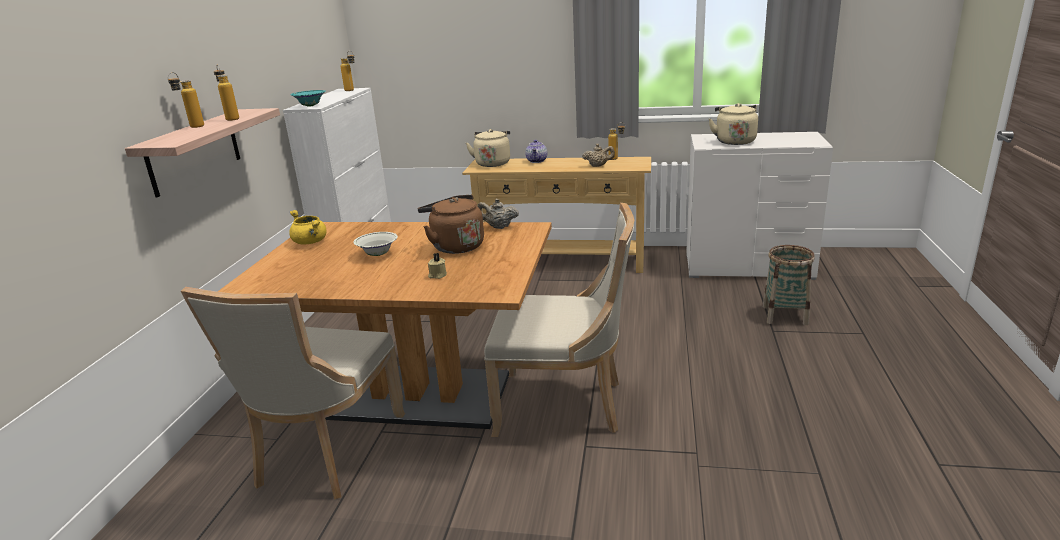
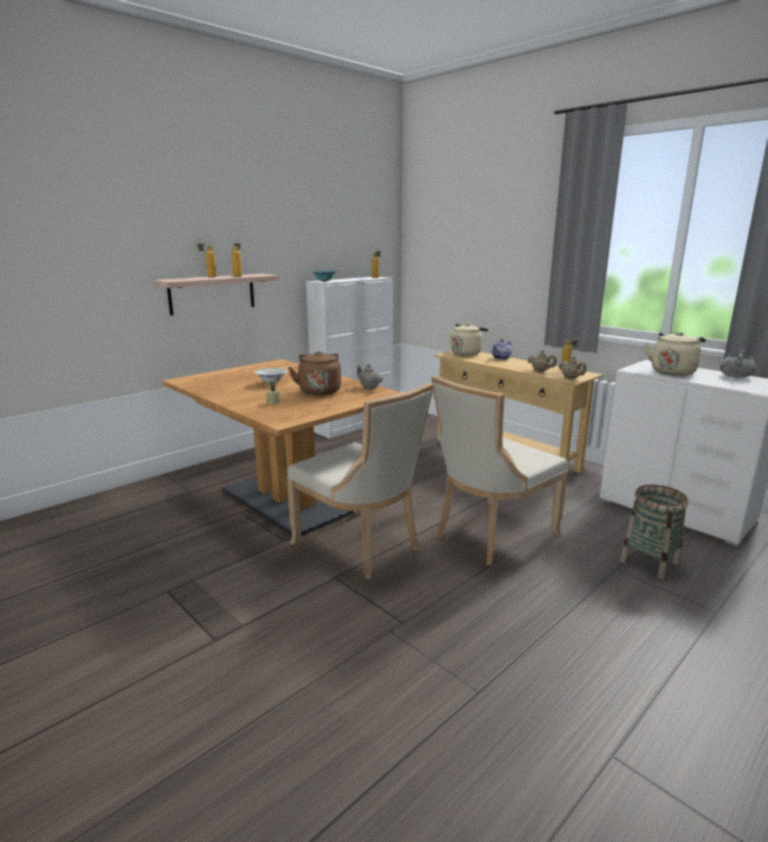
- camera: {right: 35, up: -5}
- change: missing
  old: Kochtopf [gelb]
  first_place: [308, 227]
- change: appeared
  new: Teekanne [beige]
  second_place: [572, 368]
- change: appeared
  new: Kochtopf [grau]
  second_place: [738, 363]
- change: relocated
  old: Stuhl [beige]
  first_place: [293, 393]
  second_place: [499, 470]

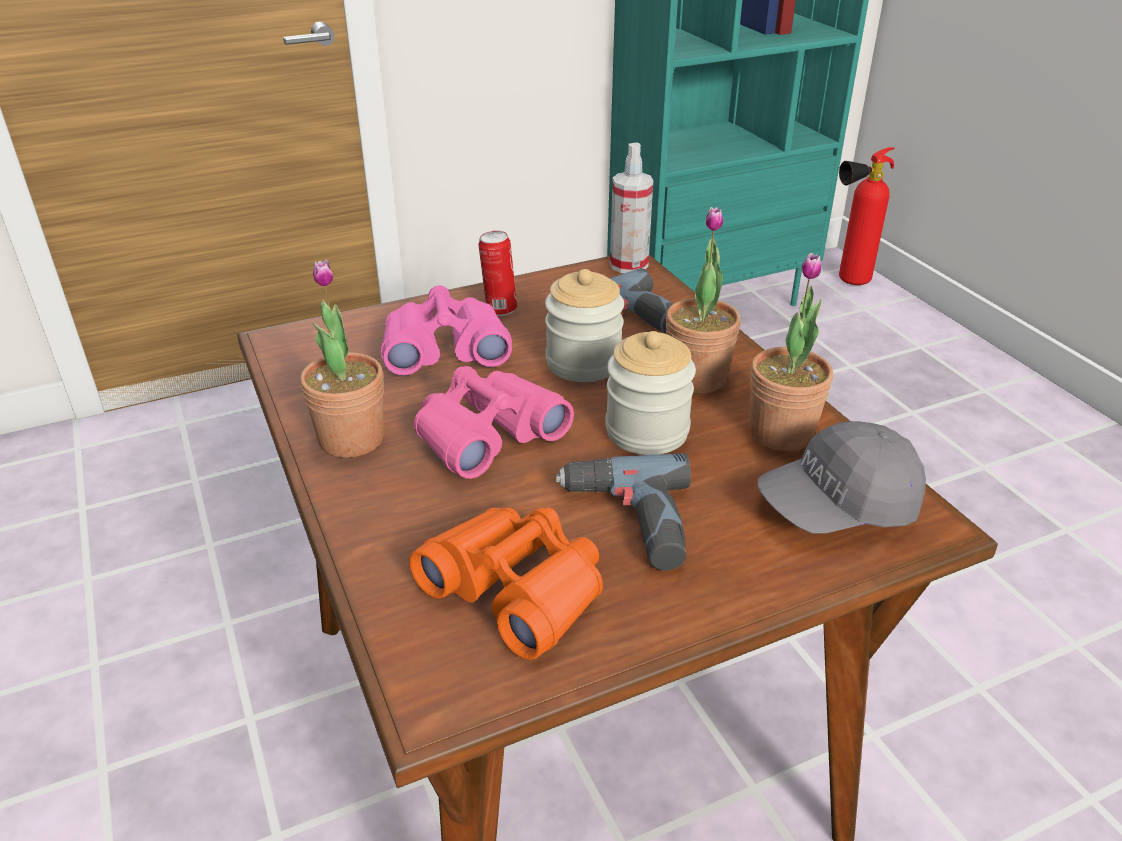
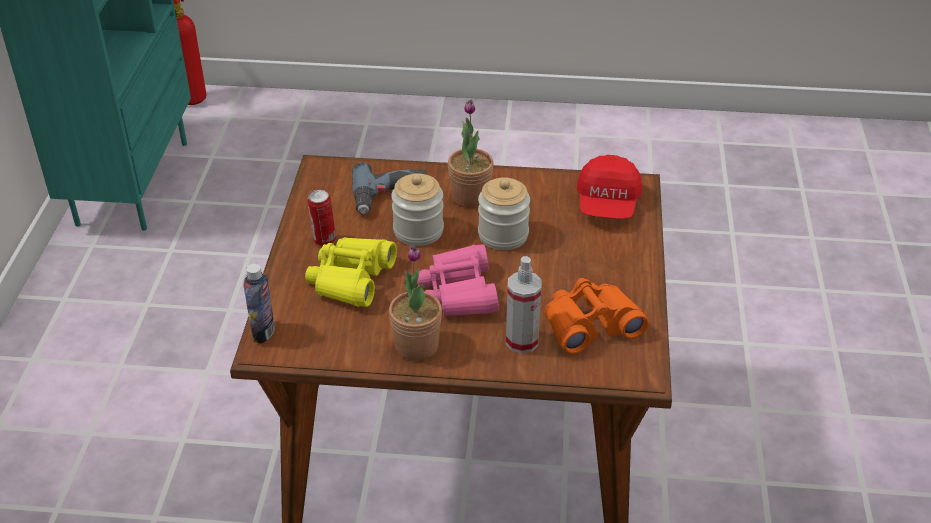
- camera: {right: -60, up: 5}
- change: missing
  old: Bohrmaschine
  first_place: [623, 512]
- change: missing
  old: Topfpflanze
  first_place: [791, 352]
- change: appeared
  new: Flasche
  second_place: [259, 304]
- change: relocated
  old: Sprühflasche
  first_place: [631, 207]
  second_place: [524, 305]
- change: colour
  old: Fernglas [rosa]
  new: Fernglas [gelb]
  first_place: [446, 330]
  second_place: [351, 272]
- change: colour
  old: Kappe [grau]
  new: Kappe [rot]
  first_place: [841, 477]
  second_place: [609, 187]

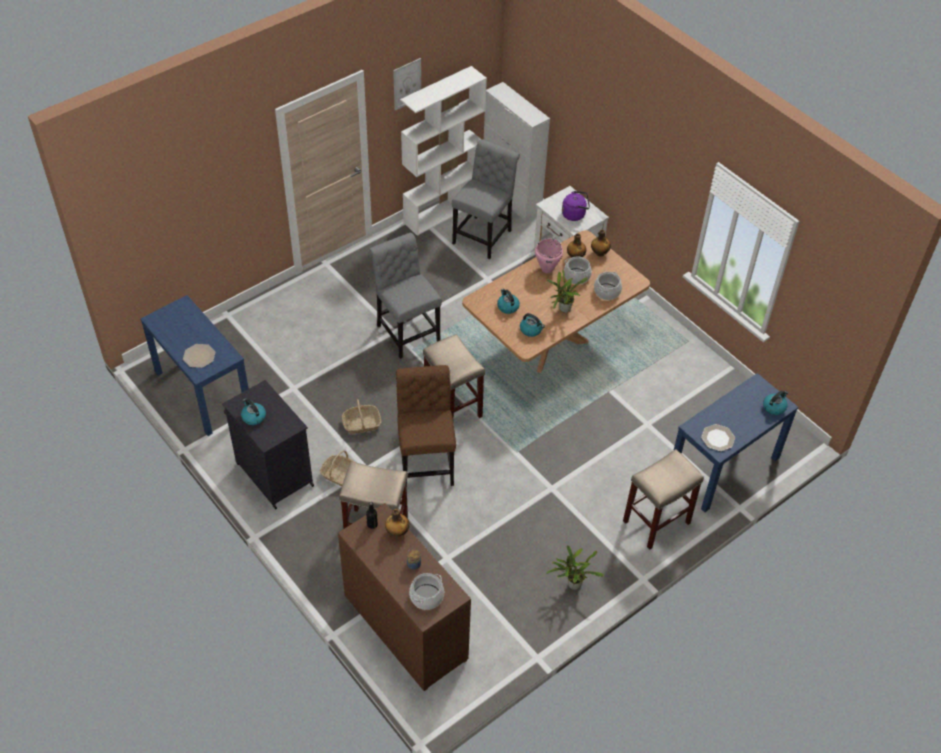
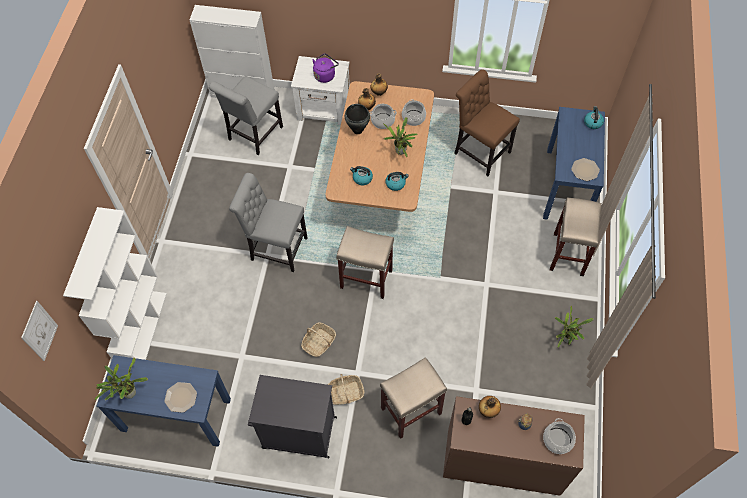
- camera: {right: -40, up: 10}
- change: missing
  old: Wasserkessel
  first_place: [253, 411]
- change: appeared
  new: Topfpflanze
  second_place: [121, 379]
- change: relocated
  old: Bild
  first_place: [407, 84]
  second_place: [39, 331]
- change: relocated
  old: Stuhl [braun]
  first_place: [426, 425]
  second_place: [487, 122]
- change: relocated
  old: Bücherregal [weiß]
  first_place: [443, 151]
  second_place: [115, 283]
- change: colour
  old: Kochtopf [rosa]
  new: Kochtopf [schwarz]
  first_place: [549, 255]
  second_place: [357, 119]
- change: spun
  old: Stuhl [grau]
  first_place: [486, 199]
  second_place: [246, 115]
  degrees: -135

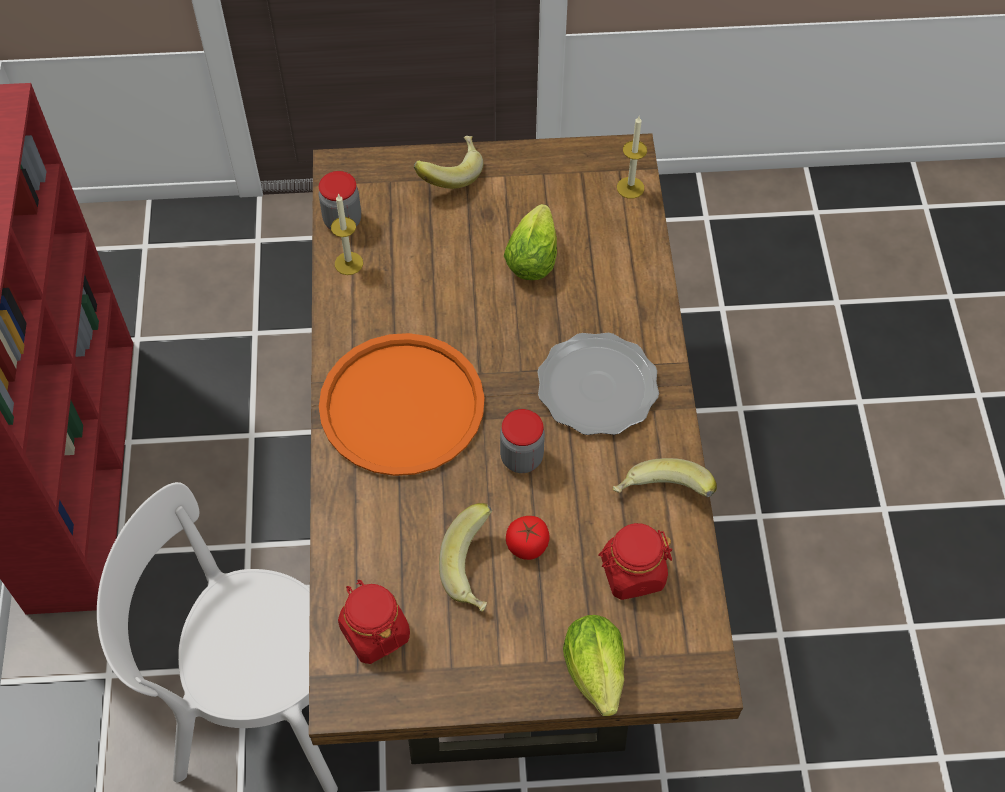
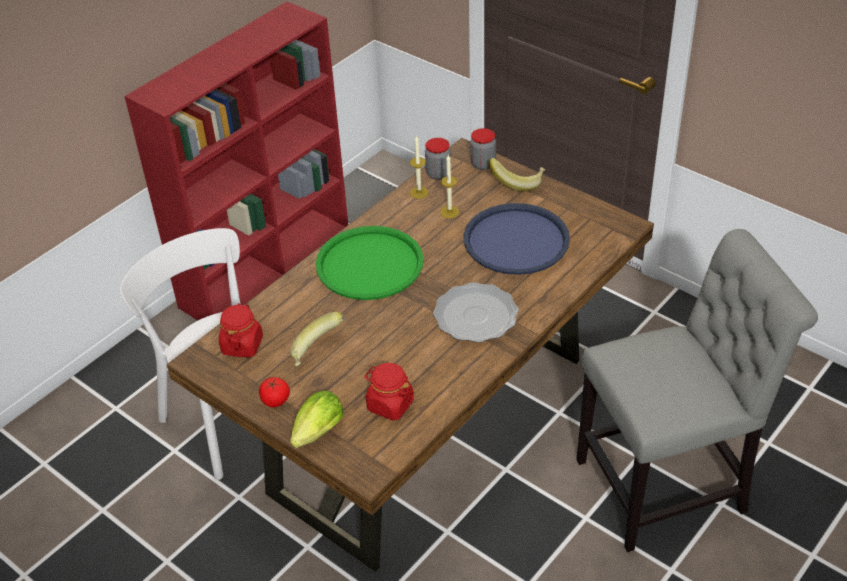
- camera: {right: 45, up: -15}
- change: missing
  old: Banane
  first_place: [665, 477]
- change: appeared
  new: Stuhl [grau]
  second_place: [697, 390]
- change: relocated
  old: Vorratsglas
  first_place: [522, 441]
  second_place: [483, 149]
- change: relocated
  old: Tomate
  first_place: [528, 538]
  second_place: [274, 392]
- change: relocated
  old: Kerze
  first_place: [632, 157]
  second_place: [449, 186]
- change: exchanged
  old: Salatkopf
  new: Tablett [blau]
  first_place: [530, 242]
  second_place: [517, 239]
- change: colour
  old: Tablett [orange]
  new: Tablett [grün]
  first_place: [401, 404]
  second_place: [370, 263]

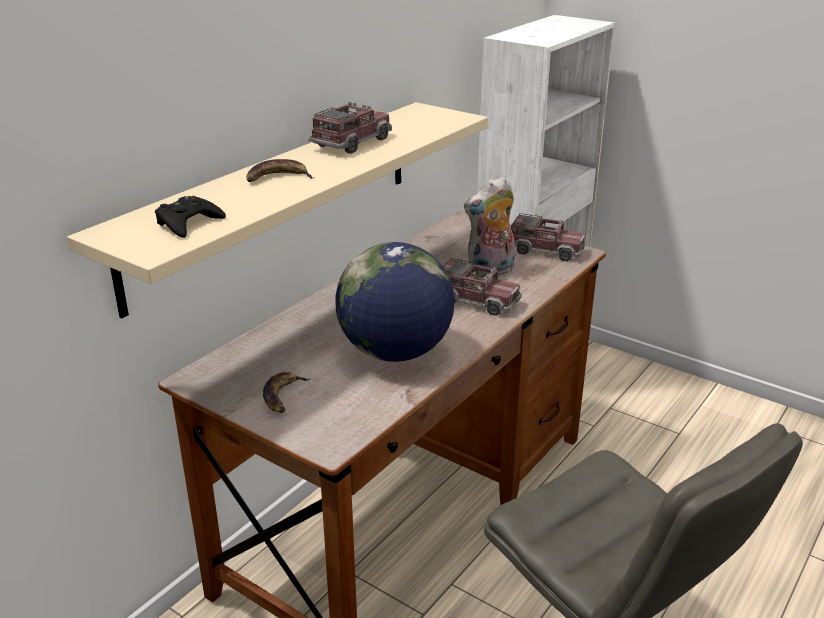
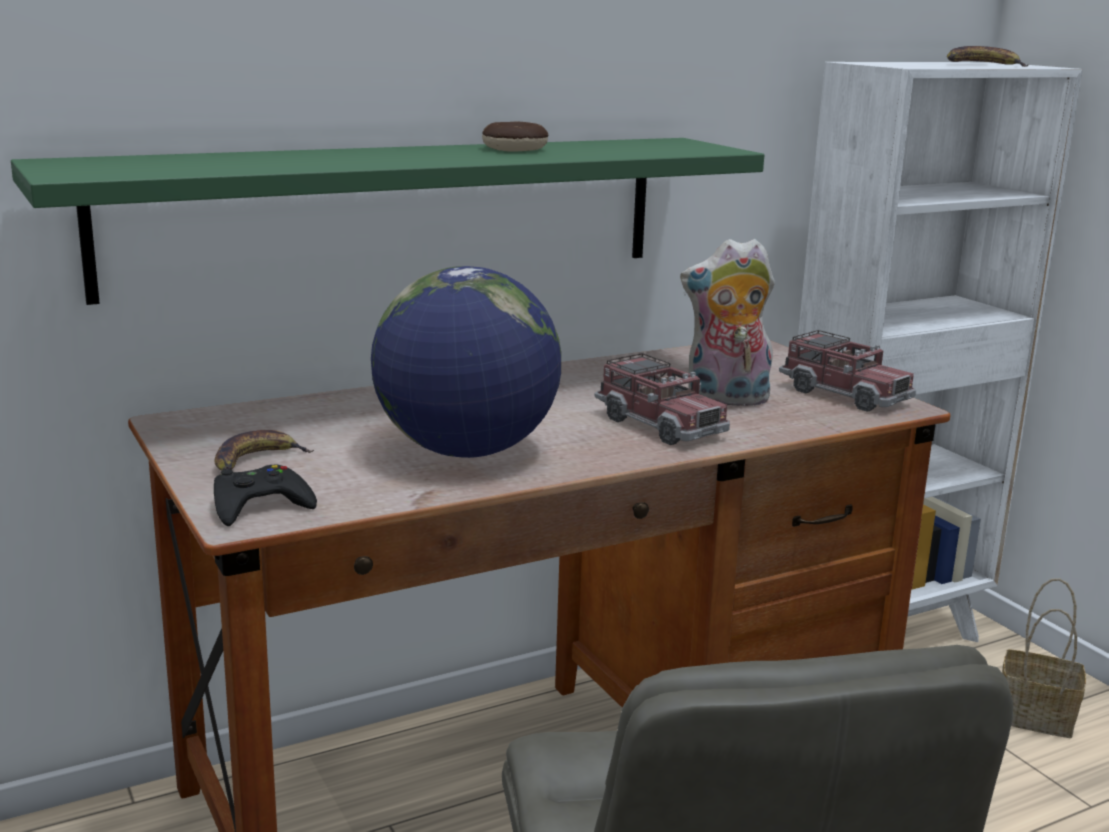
- camera: {right: 25, up: -10}
- change: appeared
  new: Korb
  second_place: [1044, 658]
- change: relocated
  old: Gamepad [schwarz]
  first_place: [190, 217]
  second_place: [265, 495]
- change: relocated
  old: Banane
  first_place: [280, 170]
  second_place: [987, 56]
- change: exchanged
  old: Spielzeuglaster
  new: Donut
  first_place: [350, 128]
  second_place: [515, 136]
- change: colour
  old: Wandregal [beige]
  new: Wandregal [grün]
  first_place: [277, 210]
  second_place: [387, 221]

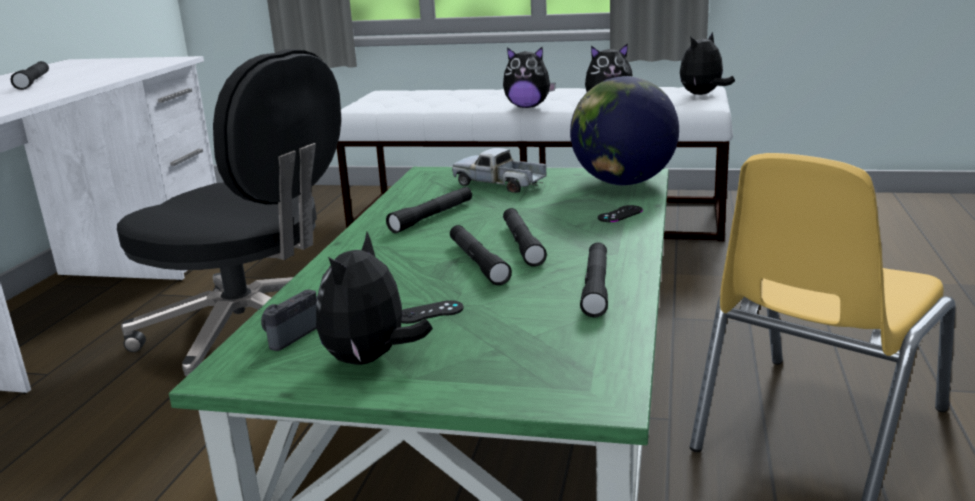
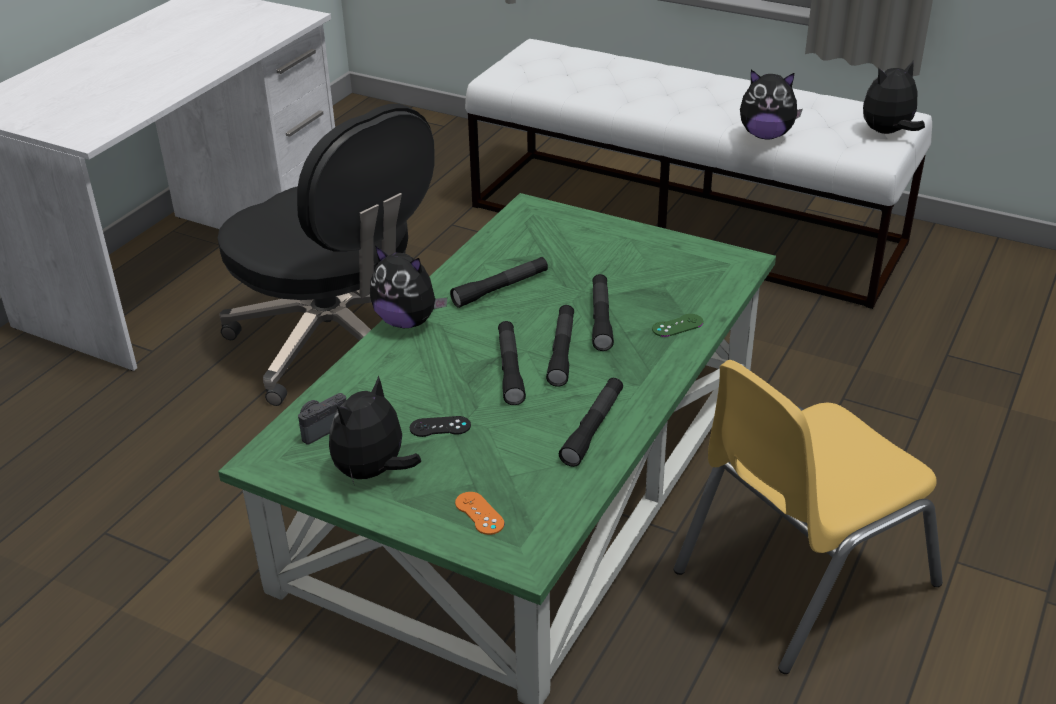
- camera: {right: 15, up: 15}
- change: missing
  old: Spielzeuglaster
  first_place: [499, 170]
- change: missing
  old: Globus
  first_place: [624, 130]
- change: appeared
  new: Gamepad [orange]
  second_place: [480, 513]
- change: relocated
  old: Taschenlampe [schwarz]
  first_place: [30, 75]
  second_place: [603, 312]
- change: relocated
  old: Plüschtier
  first_place: [529, 77]
  second_place: [408, 287]
- change: colour
  old: Gamepad [schwarz]
  new: Gamepad [grün]
  first_place: [620, 213]
  second_place: [677, 325]

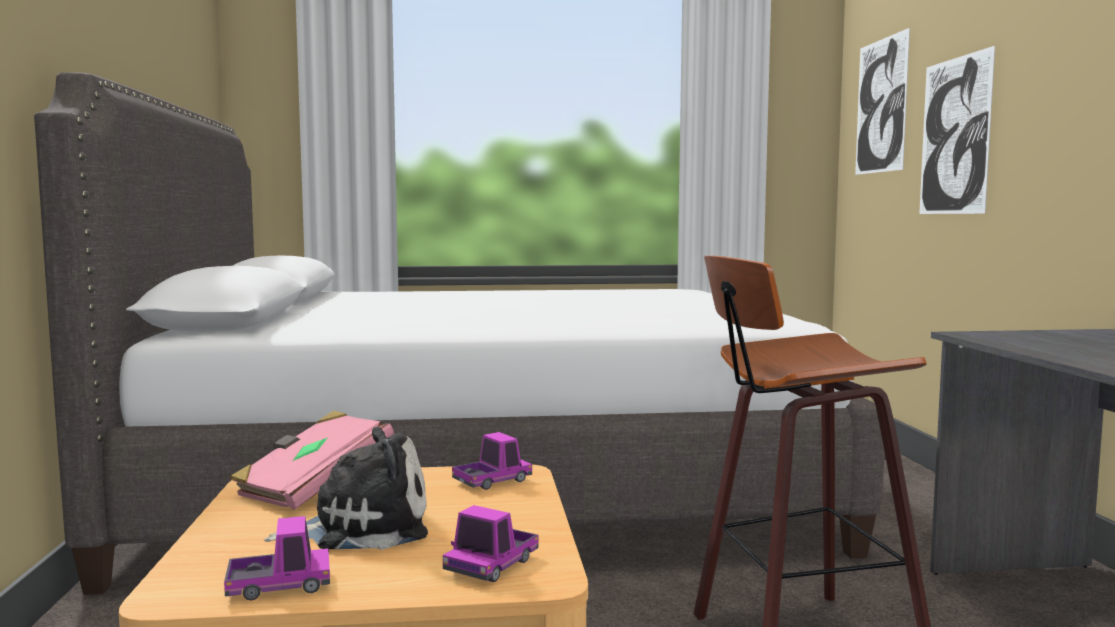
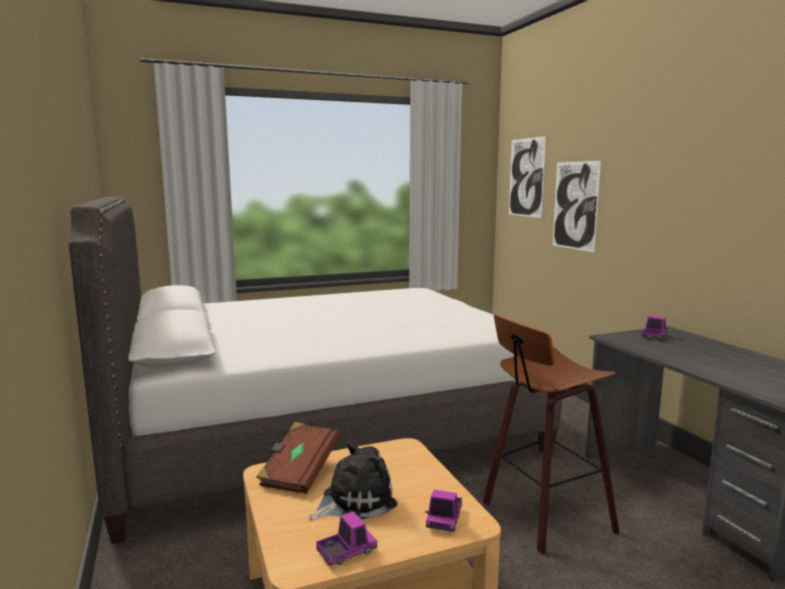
- camera: {right: -15, up: 5}
- change: relocated
  old: Spielzeuglaster
  first_place: [492, 461]
  second_place: [654, 328]
- change: colour
  old: Buch [rosa]
  new: Buch [braun]
  first_place: [312, 460]
  second_place: [298, 458]

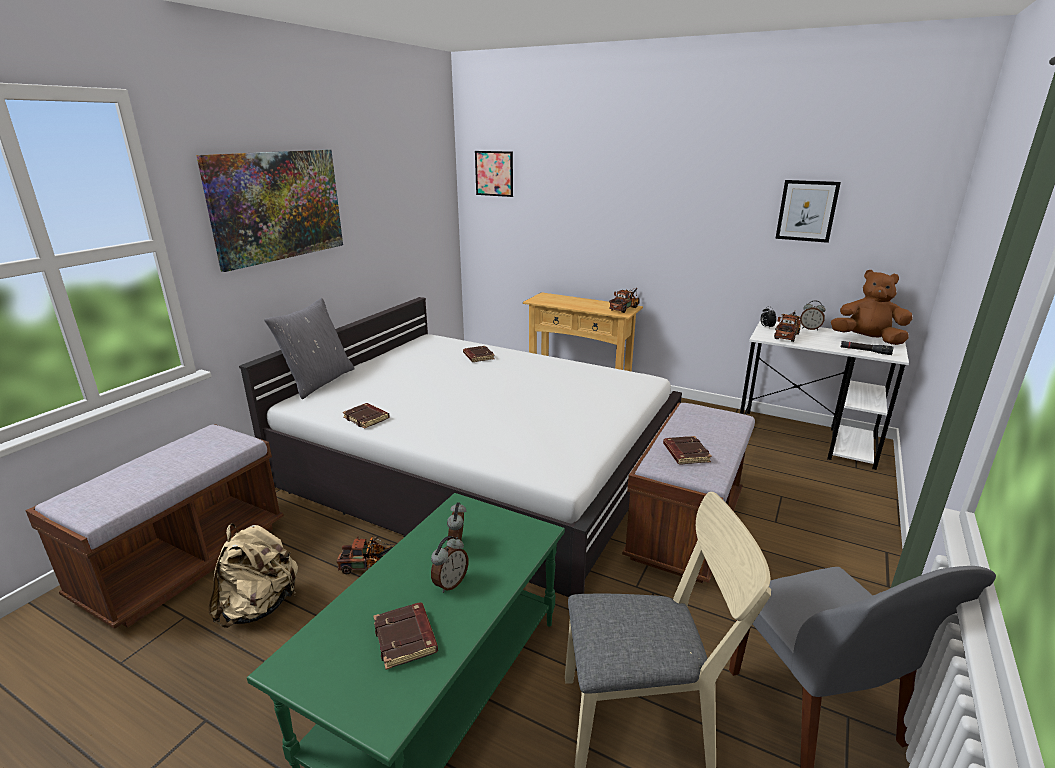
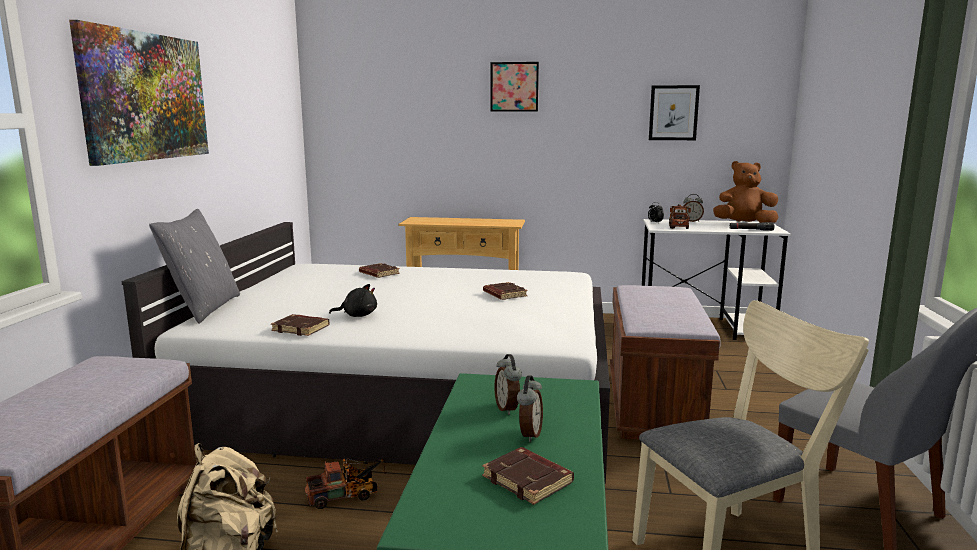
- camera: {right: -20, up: -10}
- change: missing
  old: Spielzeuglaster
  first_place: [624, 300]
- change: appeared
  new: Plüschtier [schwarz]
  second_place: [353, 300]
- change: relocated
  old: Bild
  first_place: [494, 174]
  second_place: [514, 87]
- change: relocated
  old: Buch [braun]
  first_place: [687, 450]
  second_place: [505, 291]

